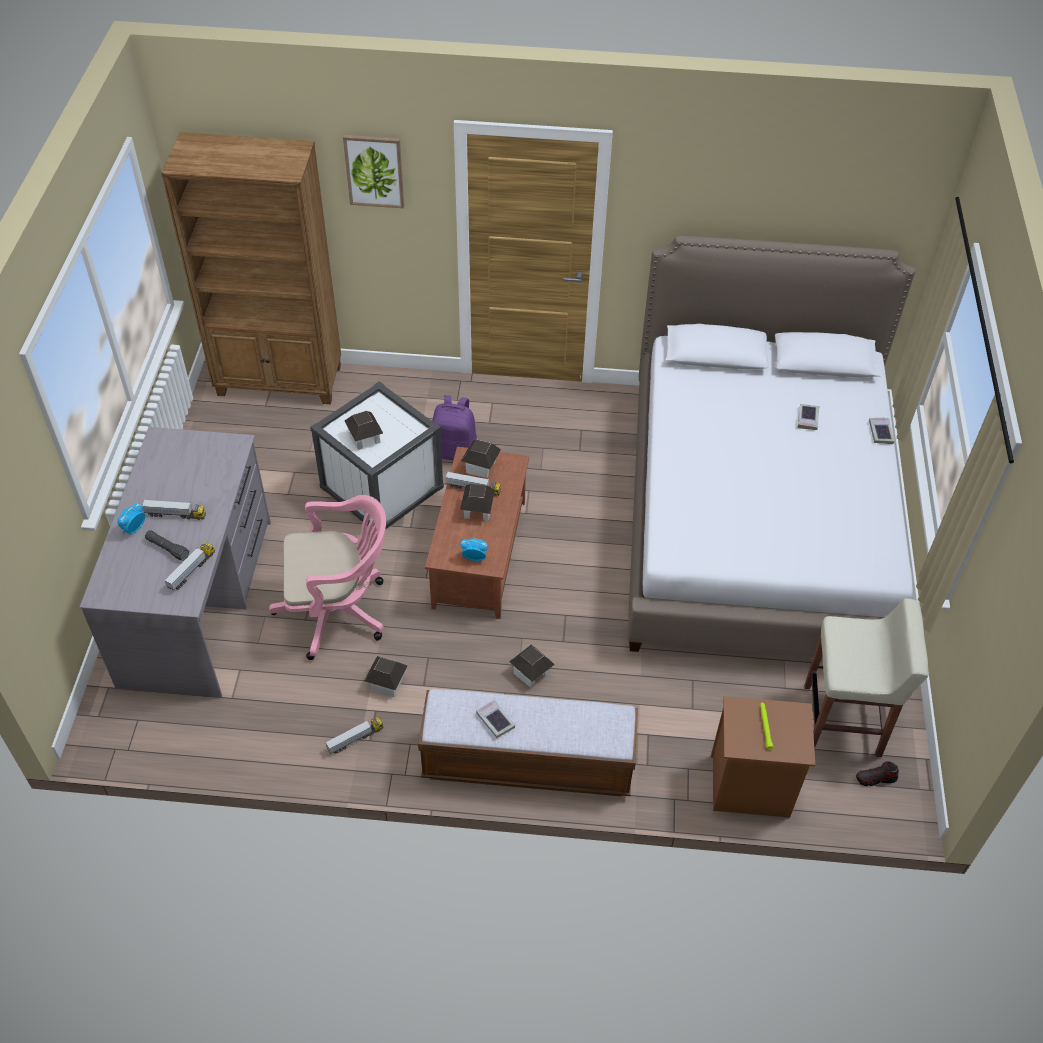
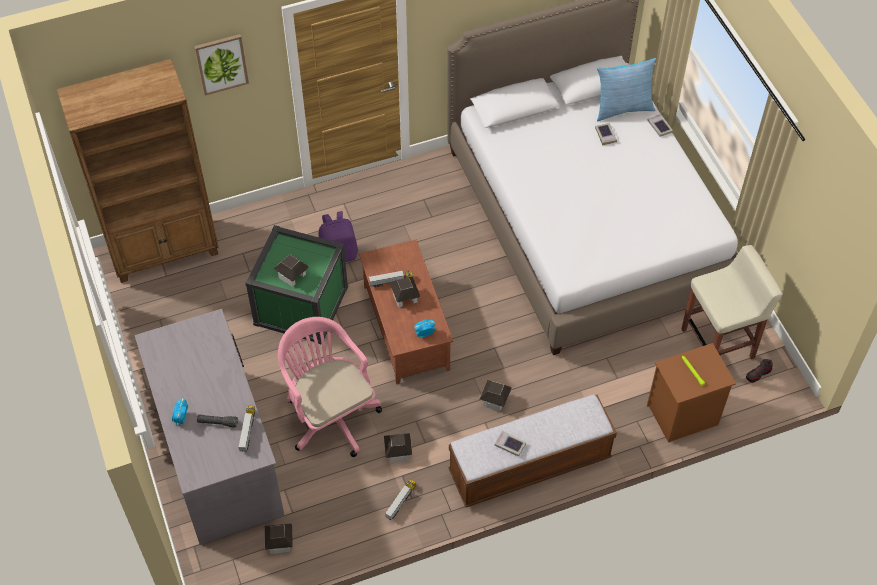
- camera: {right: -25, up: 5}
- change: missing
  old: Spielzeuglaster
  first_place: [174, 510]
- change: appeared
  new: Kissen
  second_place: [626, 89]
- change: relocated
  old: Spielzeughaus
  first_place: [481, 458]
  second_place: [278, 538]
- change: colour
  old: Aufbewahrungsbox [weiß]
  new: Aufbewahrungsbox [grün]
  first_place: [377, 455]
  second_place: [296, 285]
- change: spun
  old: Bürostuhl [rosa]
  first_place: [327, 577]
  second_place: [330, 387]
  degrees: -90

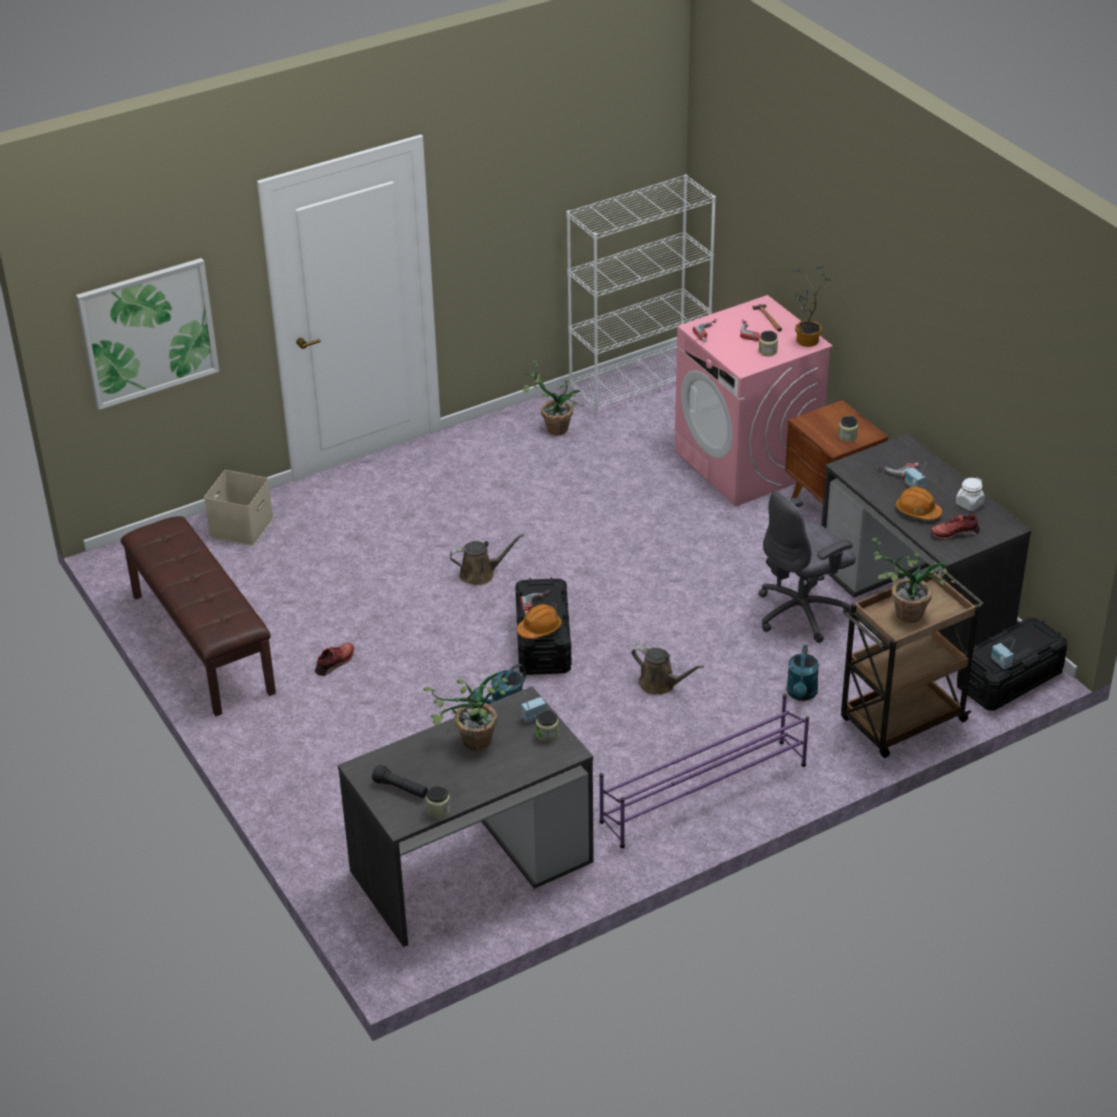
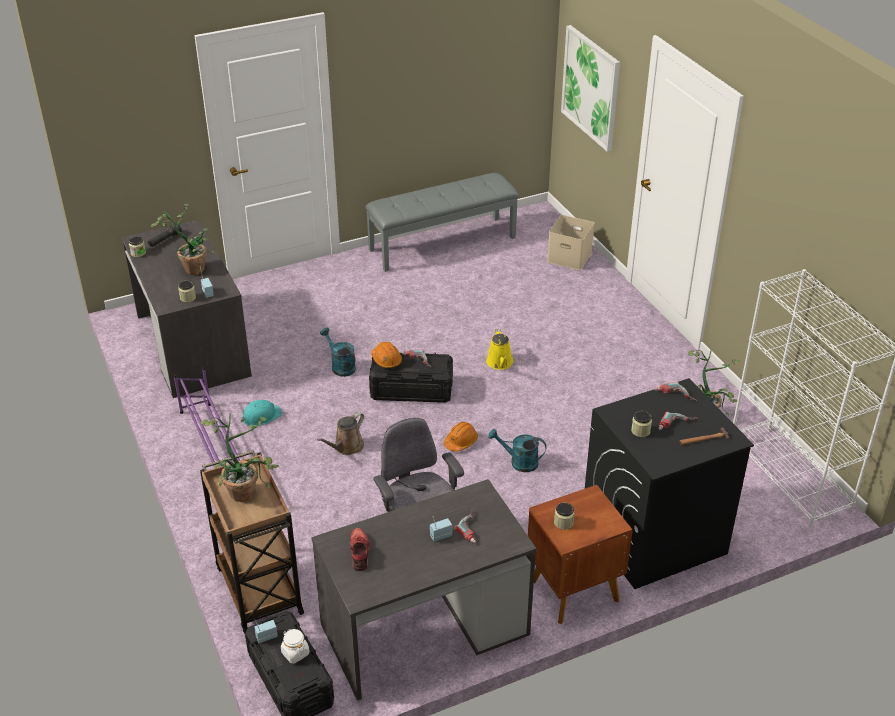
- camera: {right: 95, up: 0}
- change: missing
  old: Schuh [rot]
  first_place: [334, 659]
- change: missing
  old: Topfpflanze
  first_place: [812, 306]
- change: appeared
  new: Schutzhelm [türkis]
  second_place: [261, 413]
- change: relocated
  old: Gießkanne [türkis]
  first_place: [803, 673]
  second_place: [517, 450]
- change: relocated
  old: Schutzhelm [orange]
  first_place: [919, 503]
  second_place: [461, 436]
- change: relocated
  old: Vorratsglas [weiß]
  first_place: [970, 494]
  second_place: [295, 646]
- change: colour
  old: Bank [braun]
  new: Bank [grau]
  first_place: [198, 616]
  second_place: [442, 222]
- change: colour
  old: Gießkanne [braun]
  new: Gießkanne [gelb]
  first_place: [487, 560]
  second_place: [499, 349]
- change: colour
  old: Waschmaschine [rosa]
  new: Waschmaschine [schwarz]
  first_place: [754, 401]
  second_place: [669, 483]

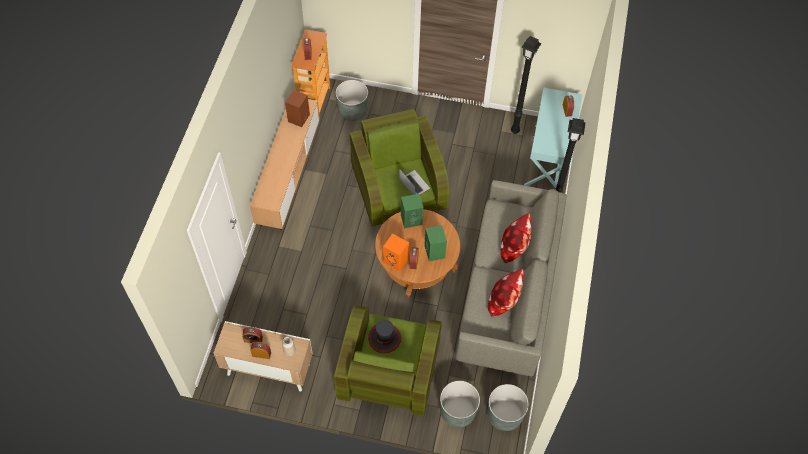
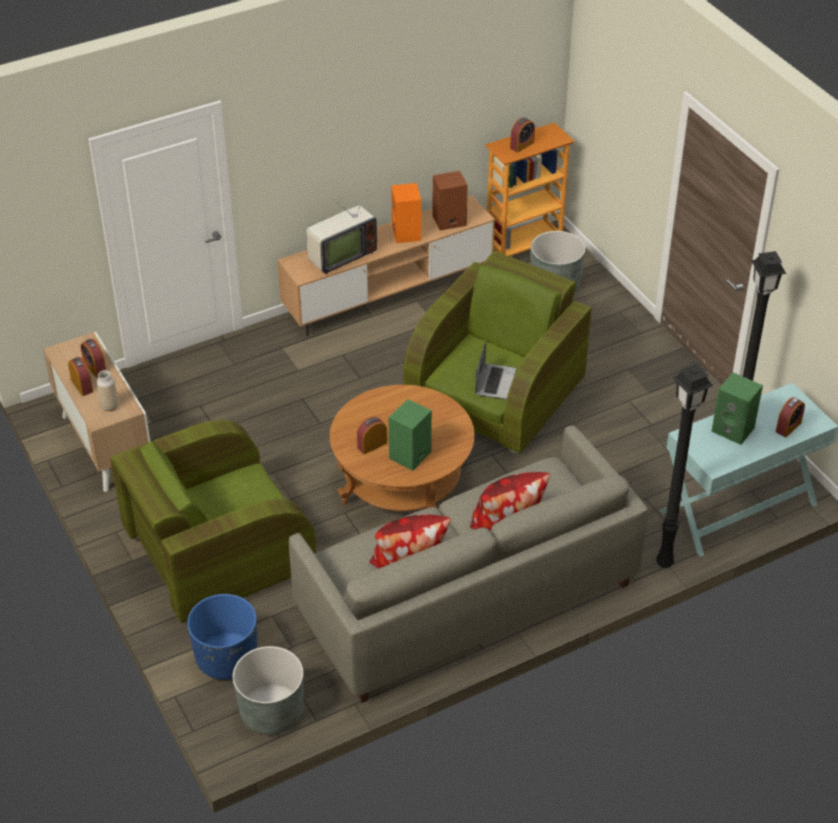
- camera: {right: 50, up: -15}
- change: missing
  old: Hut
  first_place: [384, 336]
- change: appeared
  new: Fernseher
  second_place: [341, 229]
- change: relocated
  old: Lautsprecher [orange]
  first_place: [396, 253]
  second_place: [406, 213]
- change: relocated
  old: Lautsprecher [grün]
  first_place: [412, 211]
  second_place: [737, 408]
- change: colour
  old: Pflanzkübel [grau]
  new: Pflanzkübel [blau]
  first_place: [460, 404]
  second_place: [222, 637]

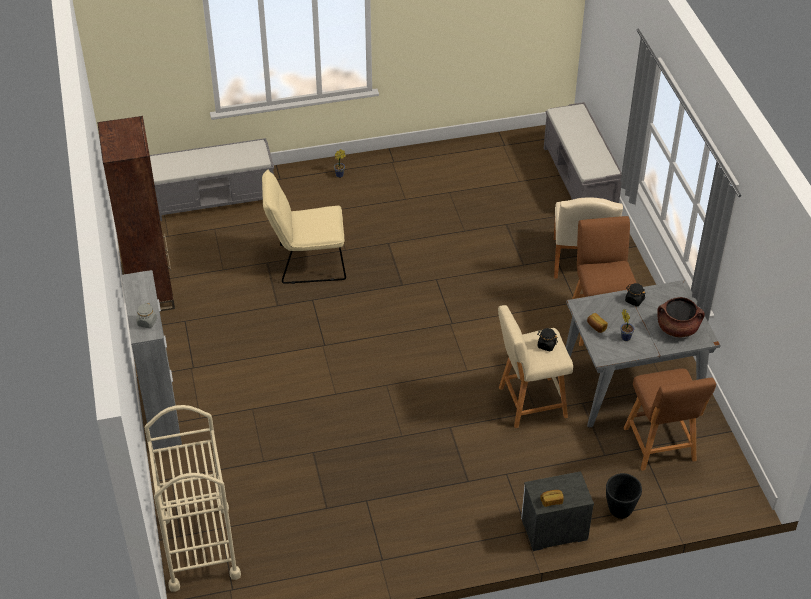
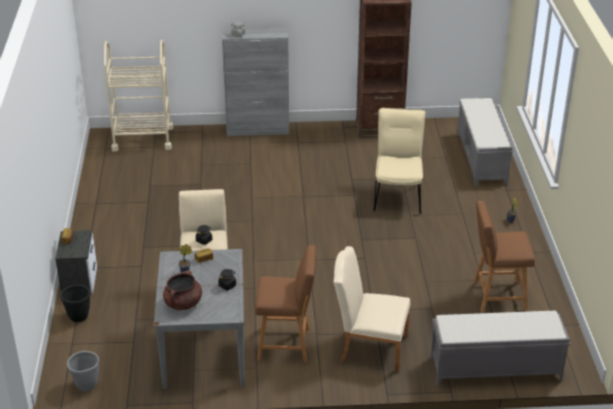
- camera: {right: 100, up: -10}
- change: appeared
  new: Pflanzkübel [grau]
  second_place: [83, 371]
- change: relocated
  old: Hocker [braun]
  first_place: [670, 419]
  second_place: [504, 256]

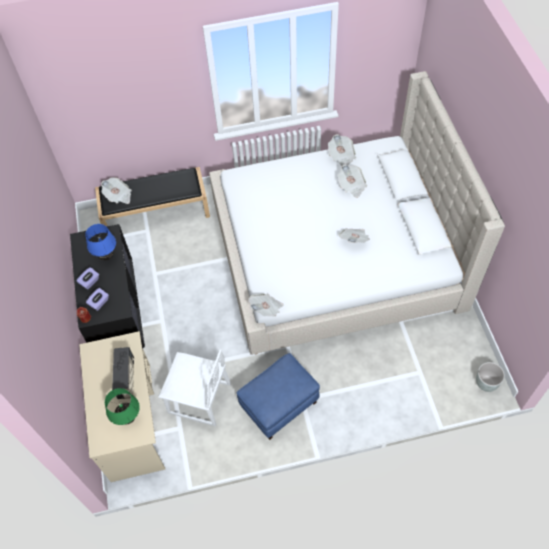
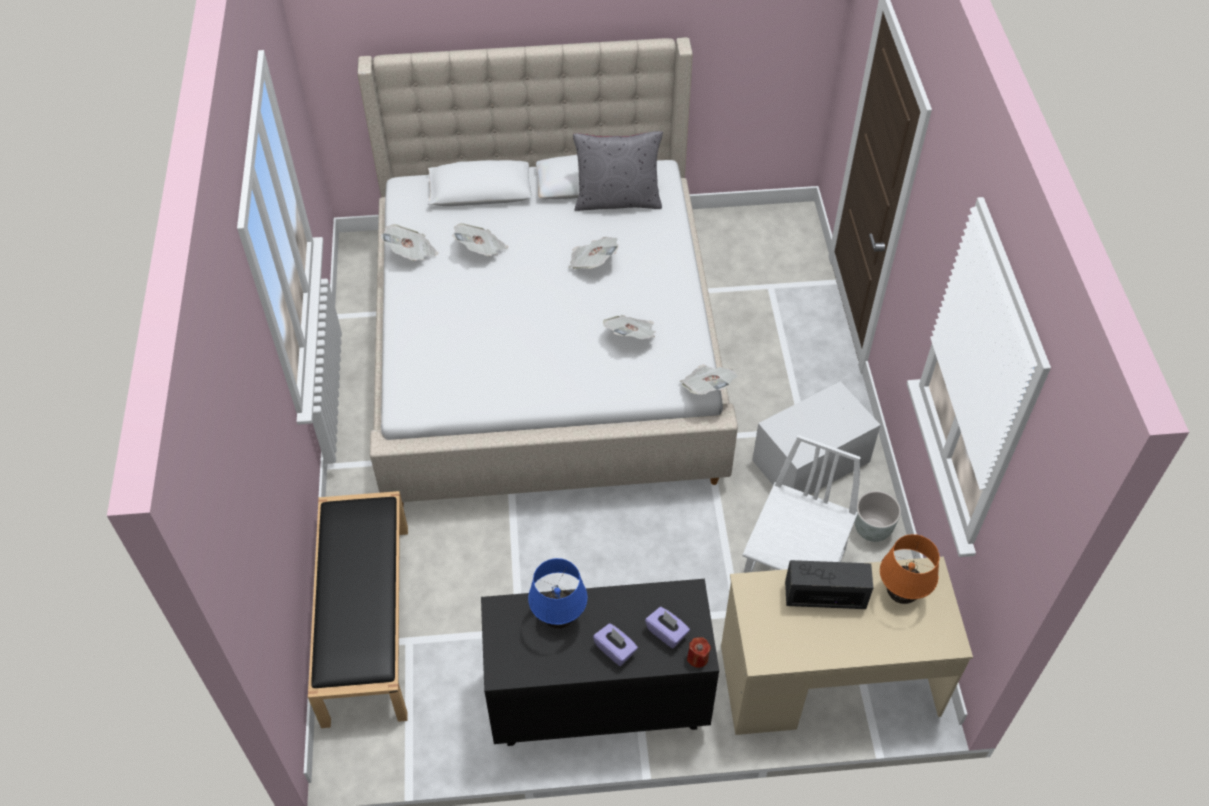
- camera: {right: -85, up: -5}
- change: appeared
  new: Kissen [grau]
  second_place: [618, 171]
- change: relocated
  old: Zeitung
  first_place: [116, 190]
  second_place: [629, 327]
- change: relocated
  old: Pflanzkübel [grau]
  first_place: [490, 377]
  second_place: [878, 516]
- change: exchanged
  old: Polsterhocker [blau]
  new: Aufbewahrungsbox [weiß]
  first_place: [278, 396]
  second_place: [816, 437]
- change: colour
  old: Tischlampe [grün]
  new: Tischlampe [orange]
  first_place: [122, 406]
  second_place: [910, 569]

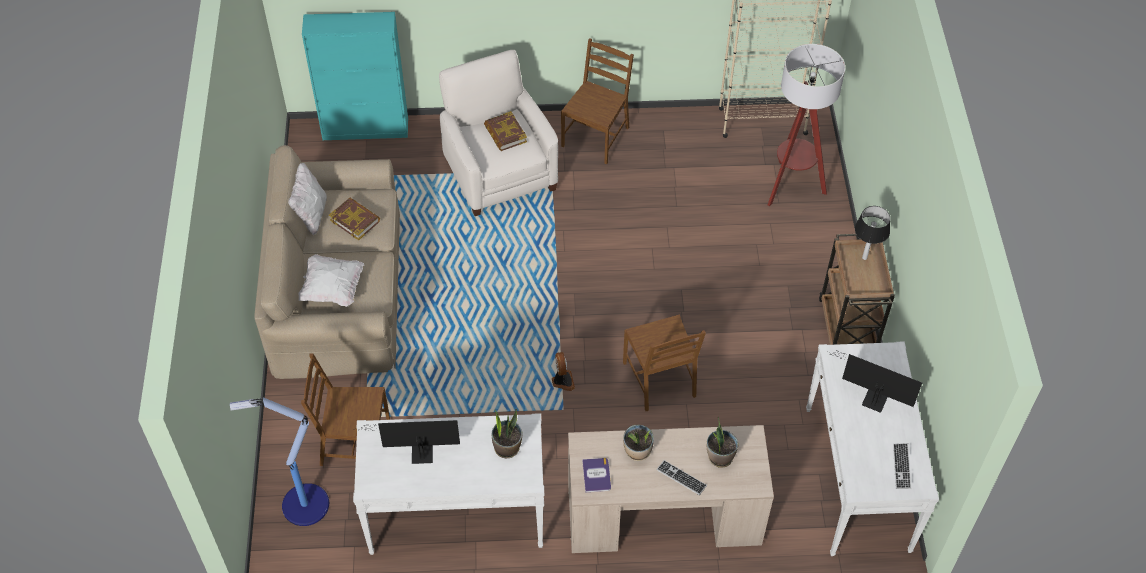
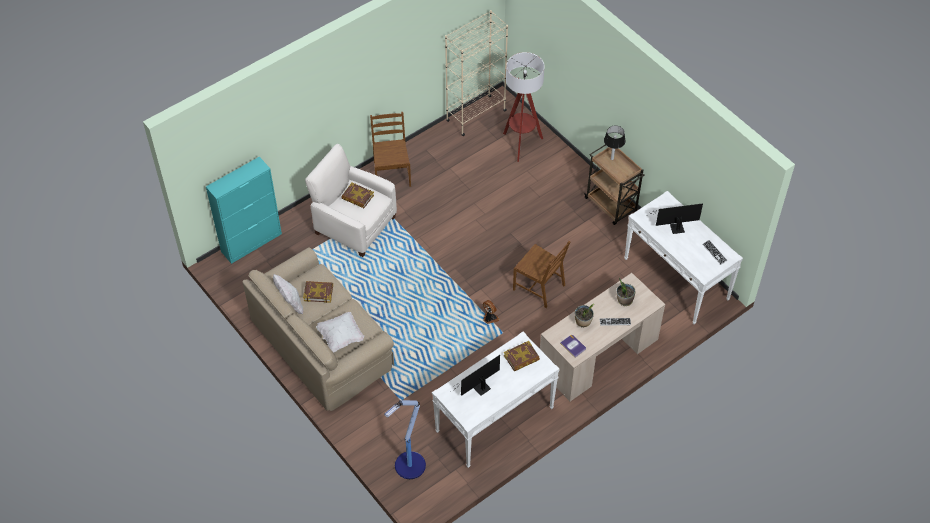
- camera: {right: -35, up: 0}
- change: missing
  old: Stuhl [braun]
  first_place: [345, 409]
- change: exchanged
  old: Topfpflanze
  new: Buch
  first_place: [507, 433]
  second_place: [522, 356]

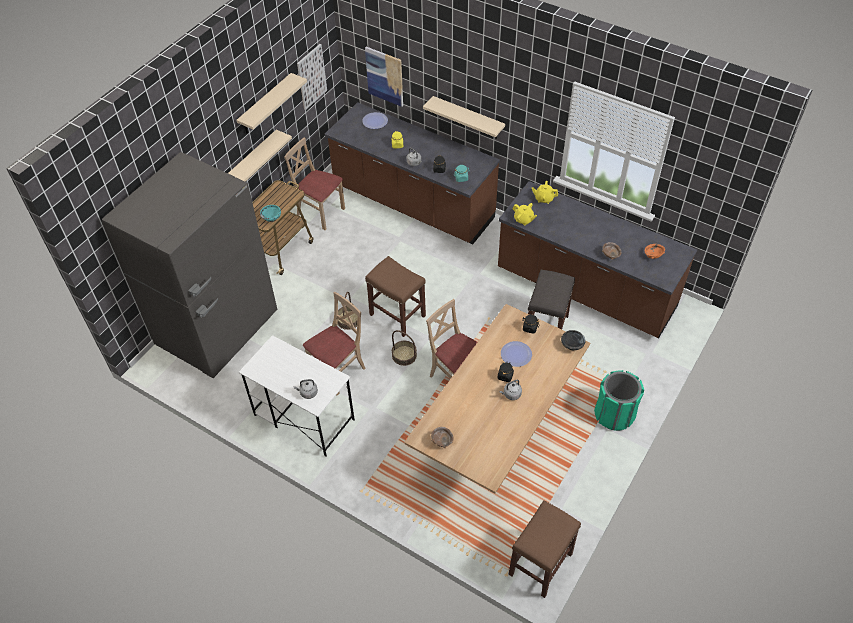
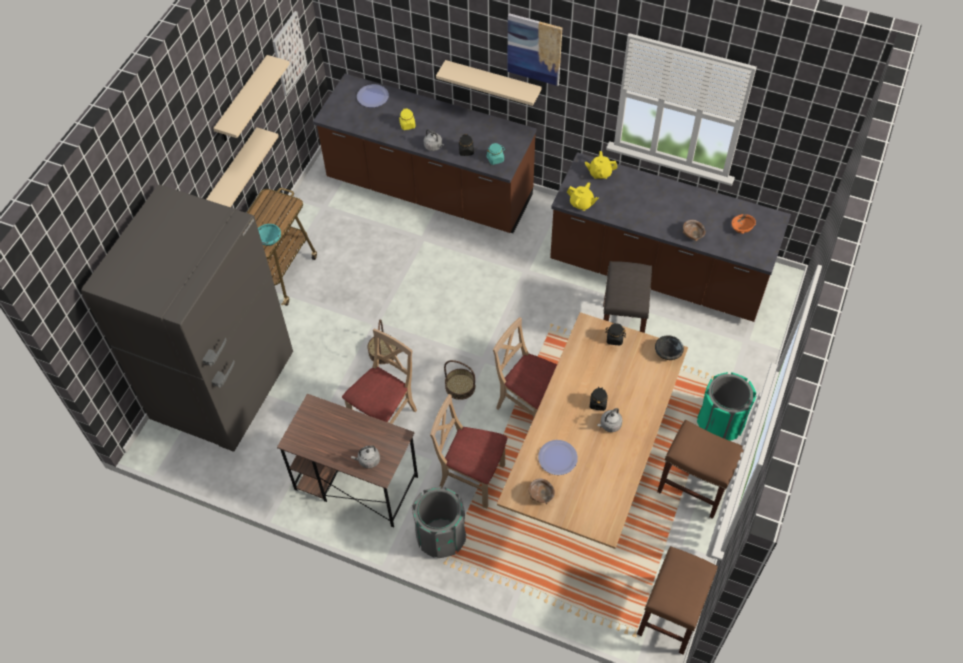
- camera: {right: -10, up: 5}
- change: appeared
  new: Mülleimer [grau]
  second_place: [439, 522]
- change: relocated
  old: Stuhl [beige]
  first_place: [314, 184]
  second_place: [468, 451]
- change: relocated
  old: Bild
  first_place: [384, 77]
  second_place: [534, 49]
- change: relocated
  old: Hocker [braun]
  first_place: [395, 296]
  second_place: [700, 469]
- change: relocated
  old: Teller
  first_place: [516, 354]
  second_place: [558, 457]
- change: colour
  old: Schreibtisch [weiß]
  new: Schreibtisch [braun]
  first_place: [297, 395]
  second_place: [347, 461]

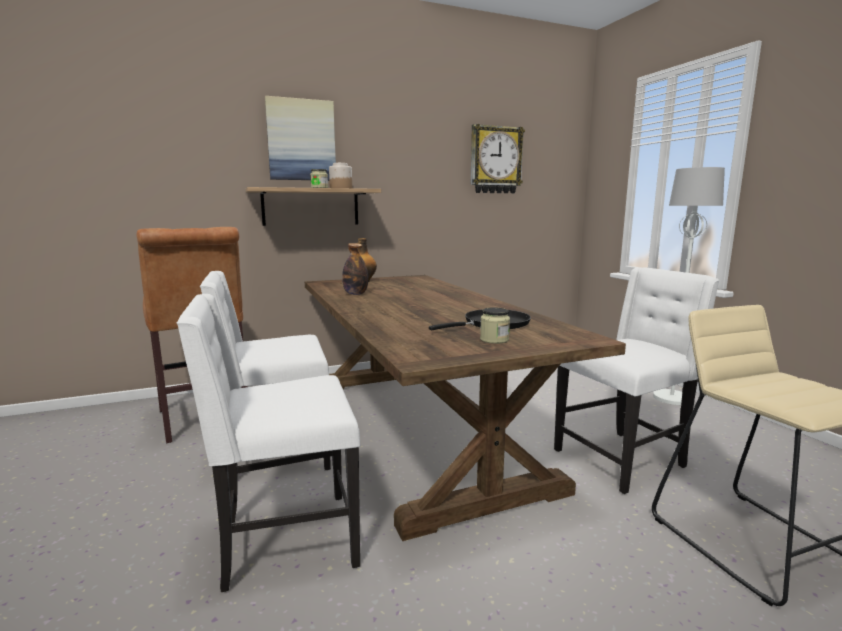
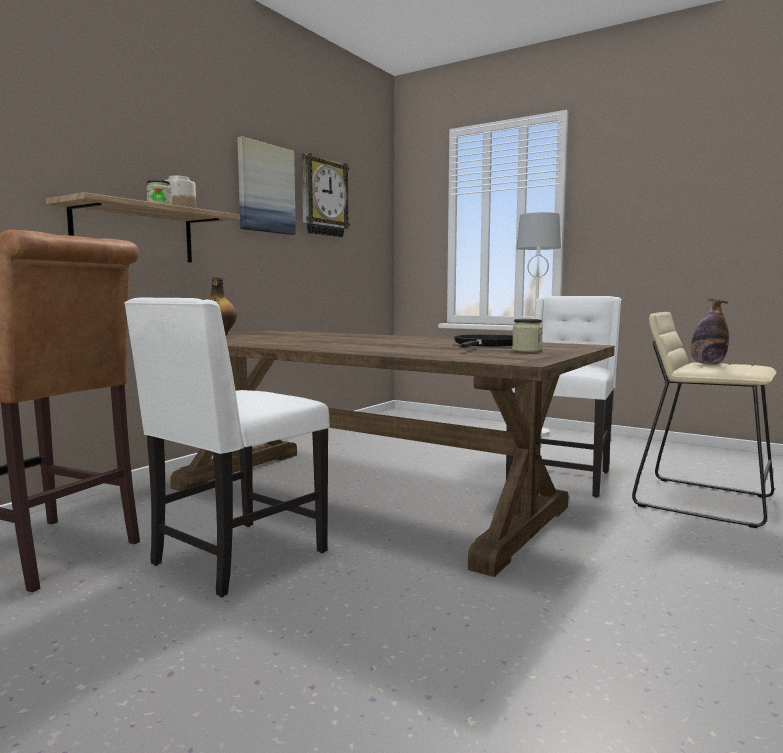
- camera: {right: -35, up: -5}
- change: missing
  old: Stuhl [weiß]
  first_place: [269, 443]
- change: relocated
  old: Bild
  first_place: [300, 138]
  second_place: [266, 185]
- change: relocated
  old: Flasche
  first_place: [355, 269]
  second_place: [710, 331]

